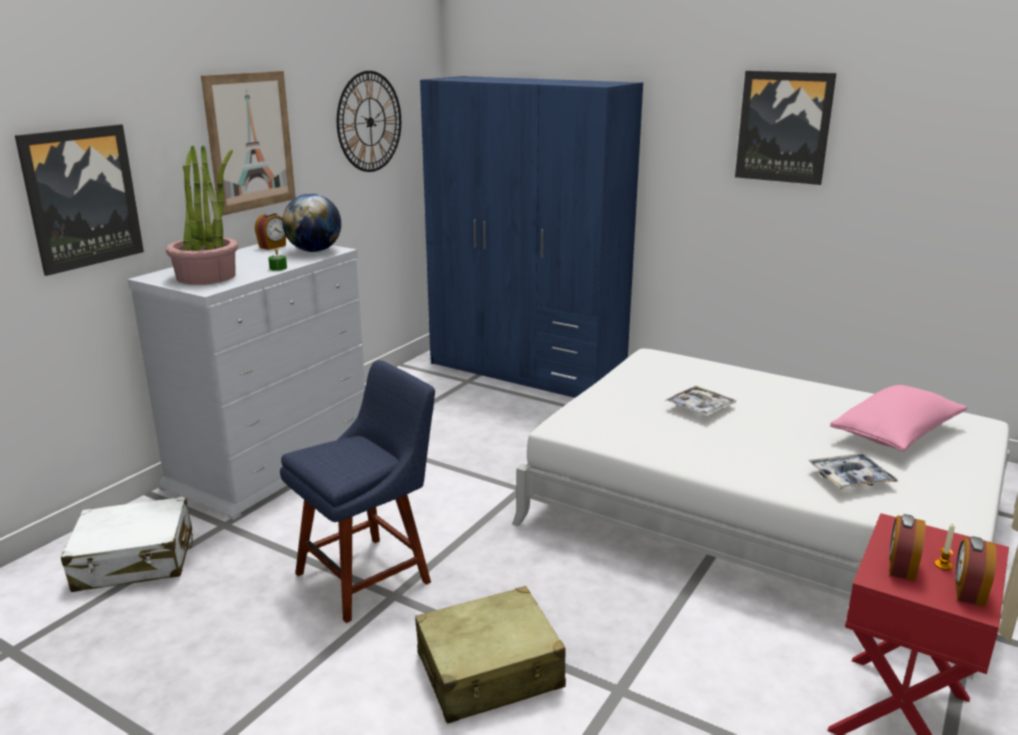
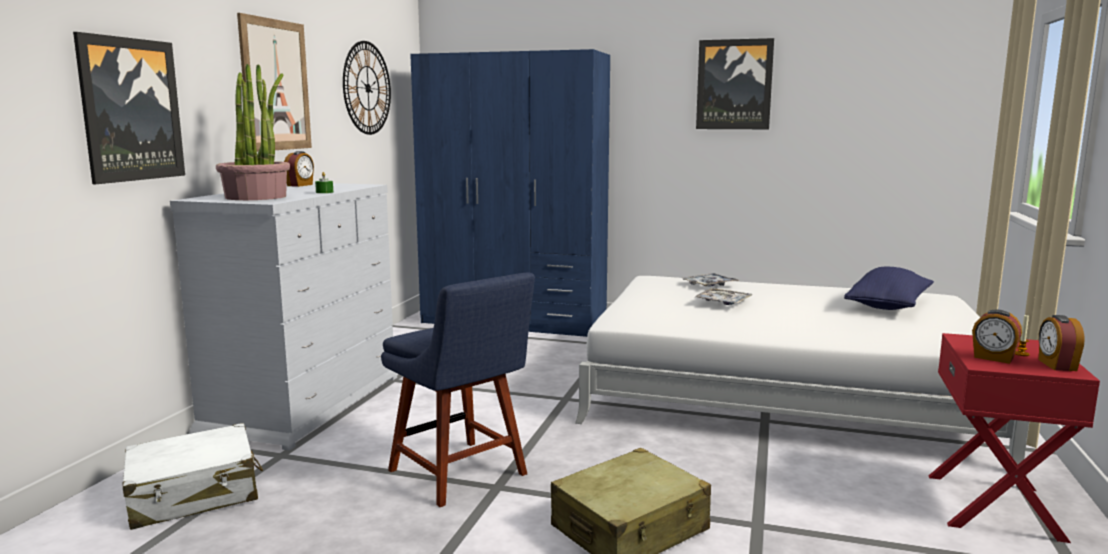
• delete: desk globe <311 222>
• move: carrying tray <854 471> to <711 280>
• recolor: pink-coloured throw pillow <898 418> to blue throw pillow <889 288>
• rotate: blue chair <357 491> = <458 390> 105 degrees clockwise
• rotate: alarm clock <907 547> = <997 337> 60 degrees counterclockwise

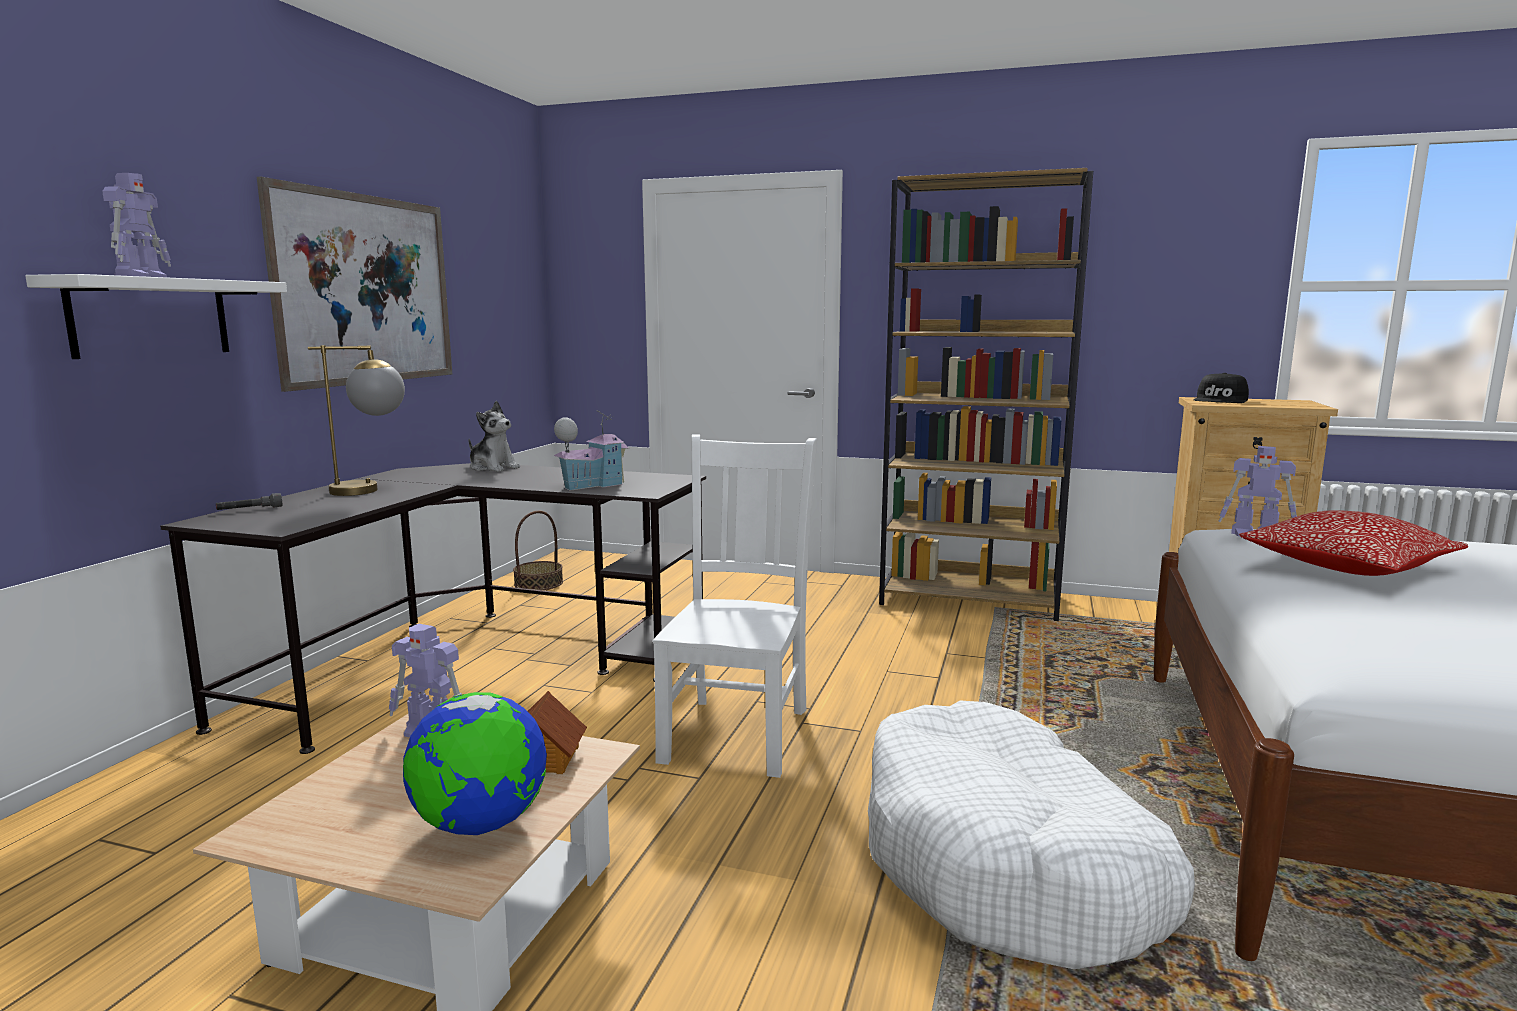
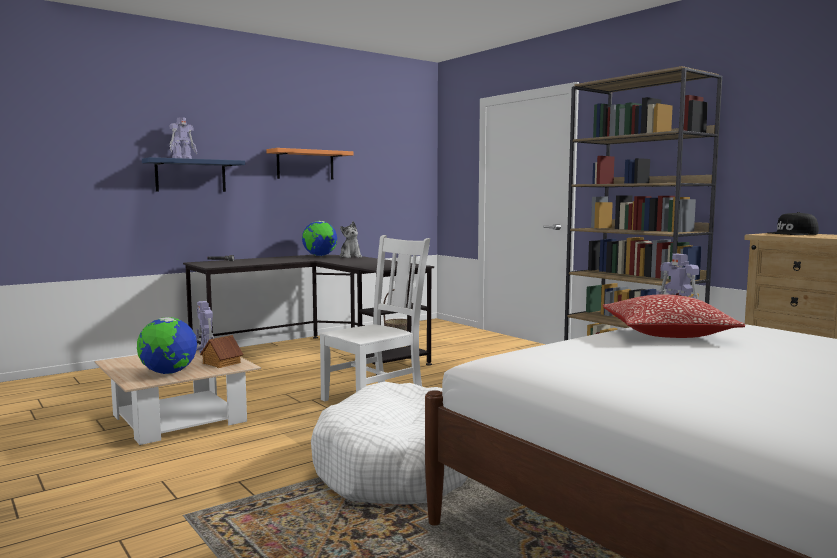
• delete: lamp for a table <356 420>
• delete: miniature house <591 450>
• insert: desk globe <319 238>
• replace: wall picture <354 284> to orange-coloured shelf <309 164>
• recolor: whitish shelf <156 316> to blue shelf <193 174>

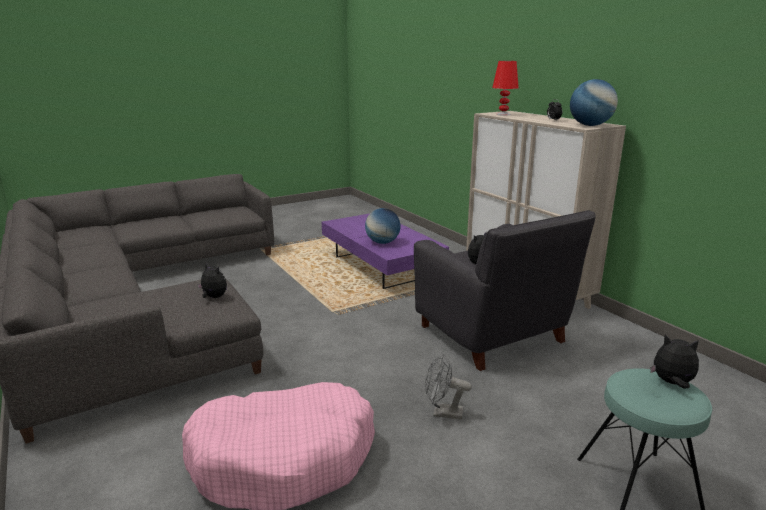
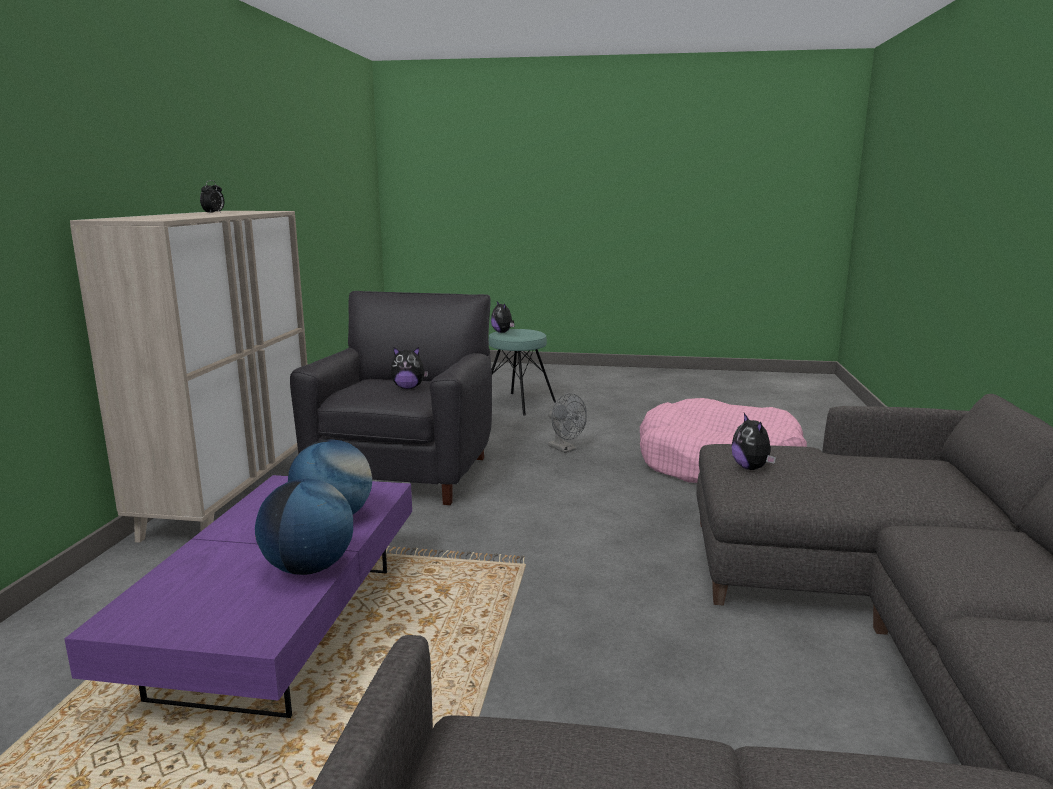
• delete: reddish lamp for a table <505 88>
• move: desk globe <594 102> to <304 527>

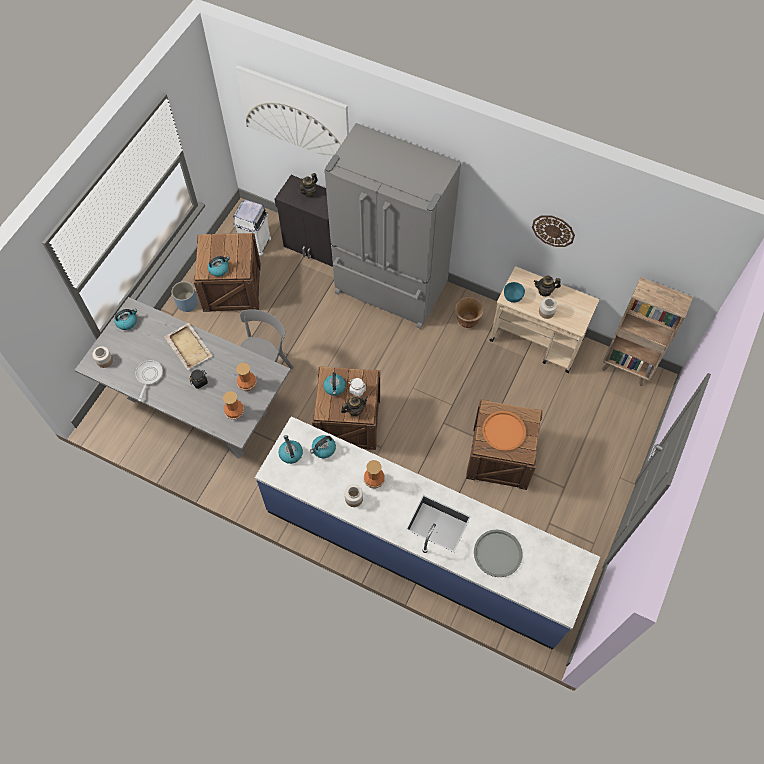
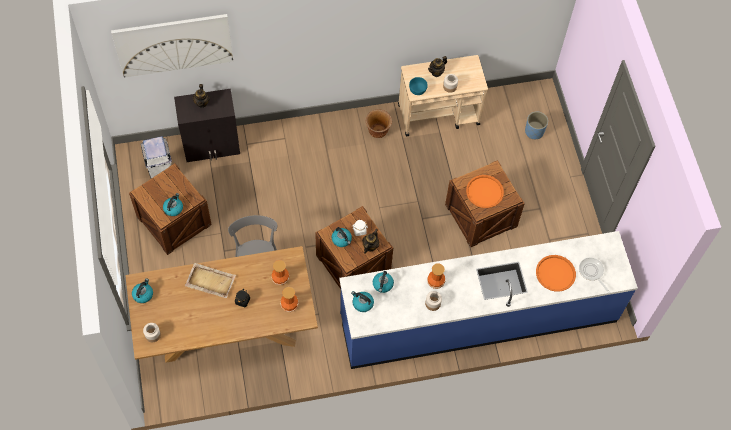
• delete: grey kitchen fridge <392 226>
• delete: hanging clock <553 231>
• delete: brown-coloured bookshelf <647 331>
• move: skillet <149 380> to <595 275>
• move: blue flower pot <185 296> to <536 125>
• recolor: grey dining table <183 378> to brown-coloured dining table <221 304>
• recolor: grey carrying tray <498 553> to orange-coloured carrying tray <556 273>

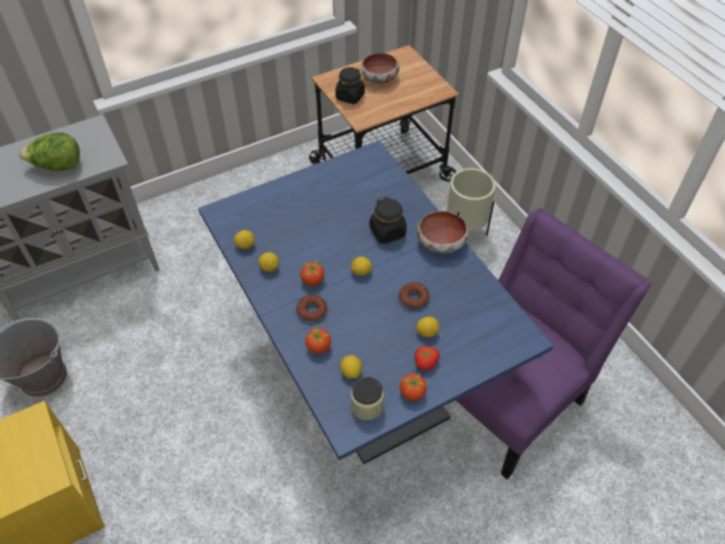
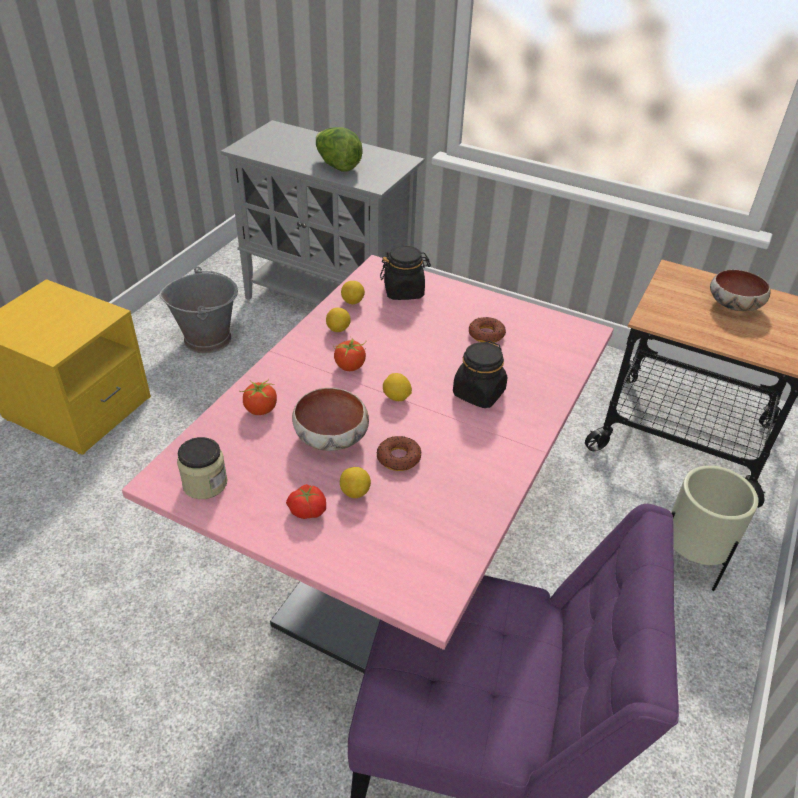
• delete: lemon <351 366>
• delete: tomato <414 386>
• move: ring doughnut <311 308> to <487 330>
• move: black-coloured jar <350 85> to <405 272>
• move: bowl <442 232> to <330 419>
• recolor: blue dining table <375 302> to pink-coloured dining table <368 464>

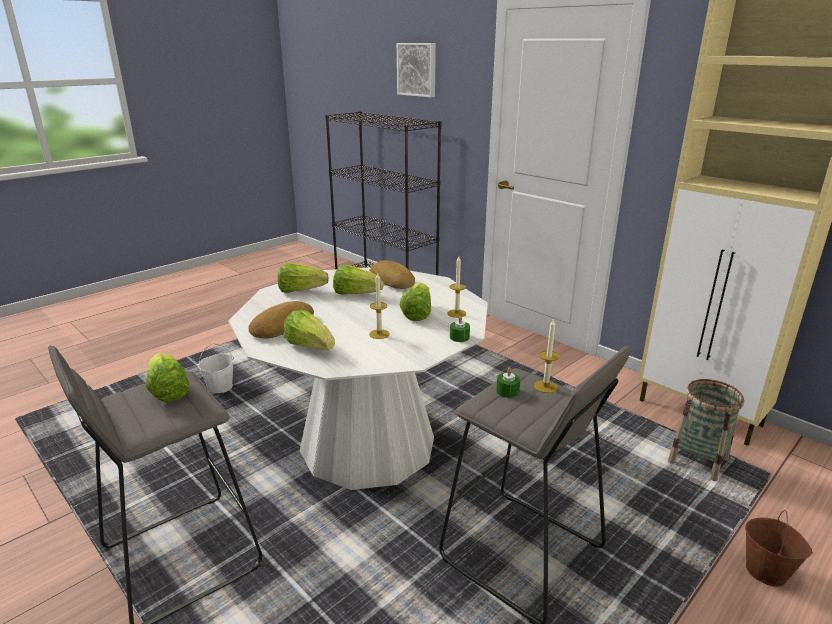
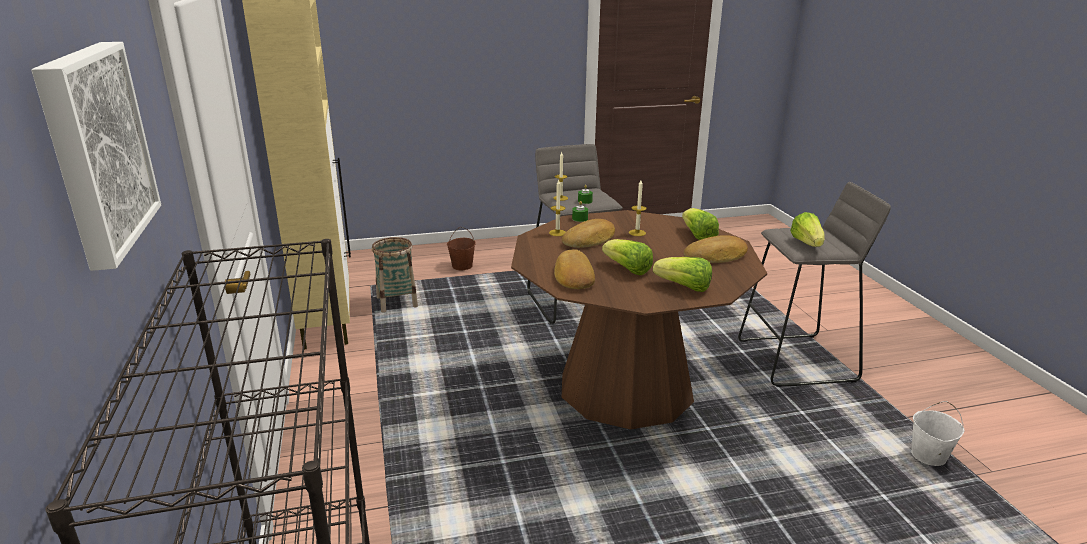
• move: whitish pail <216 368> to <937 433>
• replace: lettuce head <415 302> to bread <588 233>
• recolor: whitish dining table <358 378> to brown-coloured dining table <639 319>

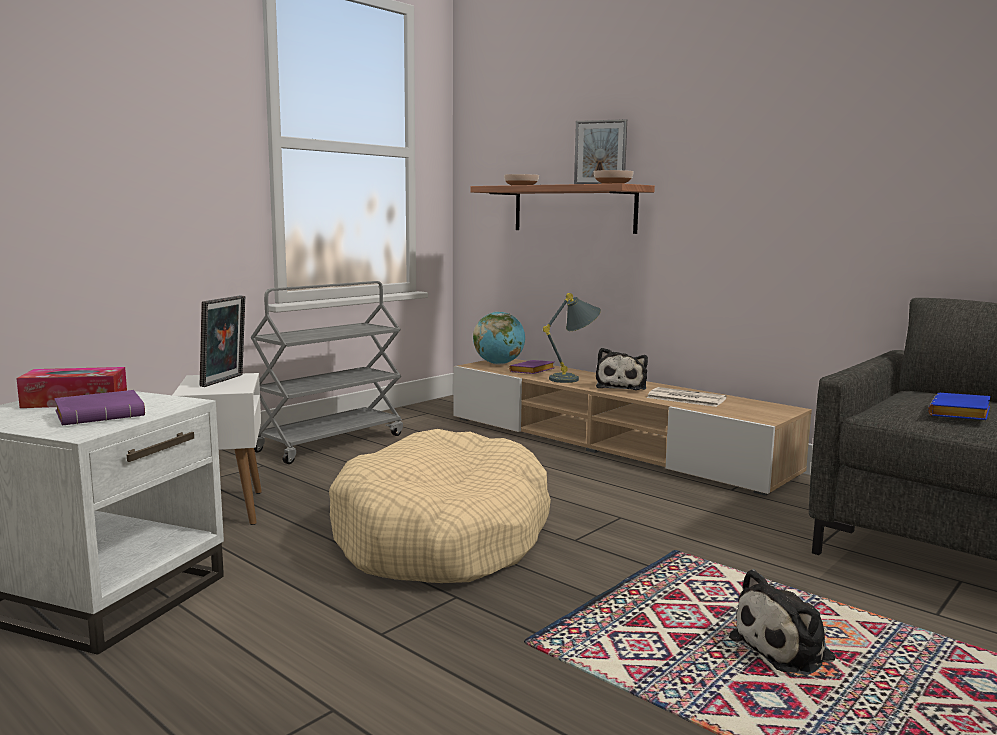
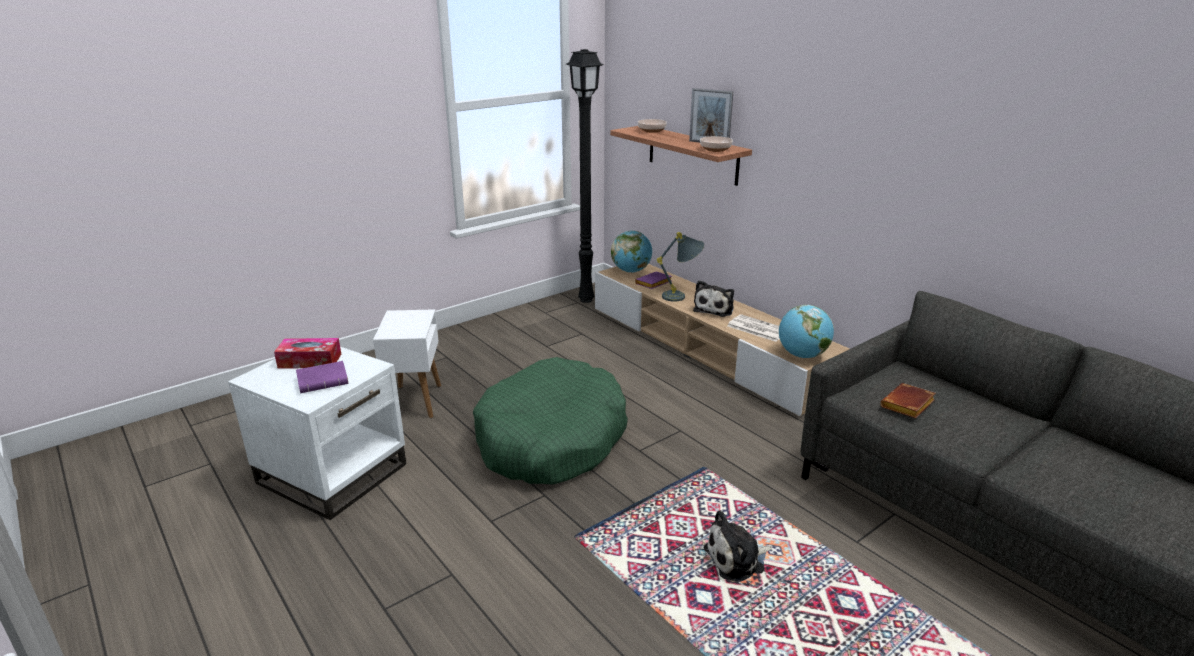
• delete: picture frame <222 341>
• delete: grey cart <326 372>
• insert: black-coloured floor lamp <585 176>
• insert: desk globe <806 331>
• recolor: sand-coloured pet bed <440 506> to greenish pet bed <550 420>
• recolor: blue bound book <959 406> to brown-coloured bound book <908 400>

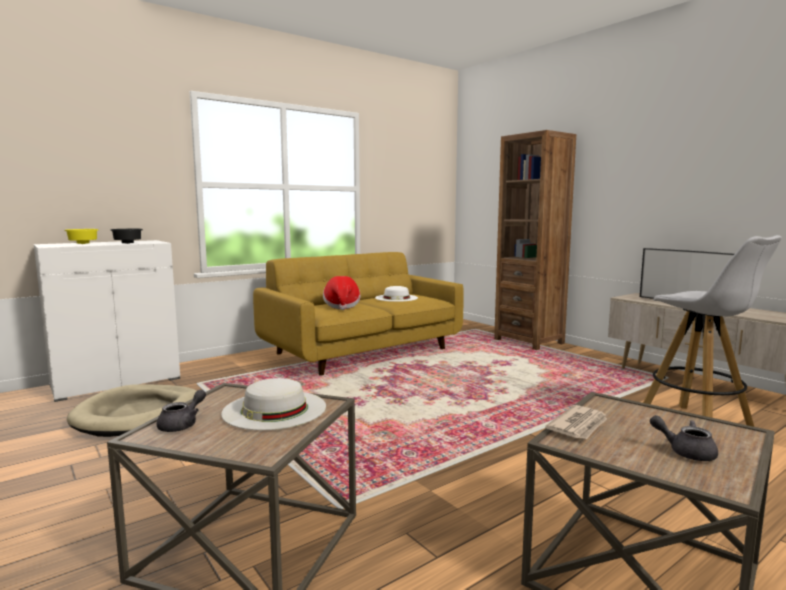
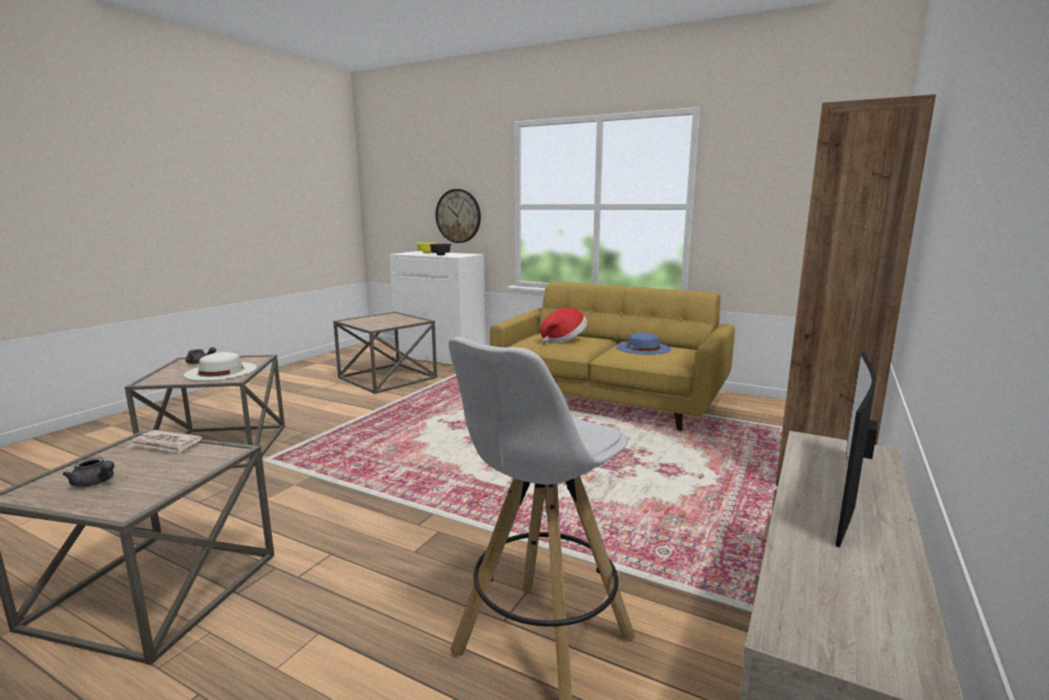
• insert: hanging clock <458 216>
• replace: sand-coloured pet bed <132 410> to brown-coloured accent table <385 353>
• recolor: whitish hat <396 294> to blue hat <643 344>
• rotate: grey teapot <684 438> = <88 472> 105 degrees clockwise

